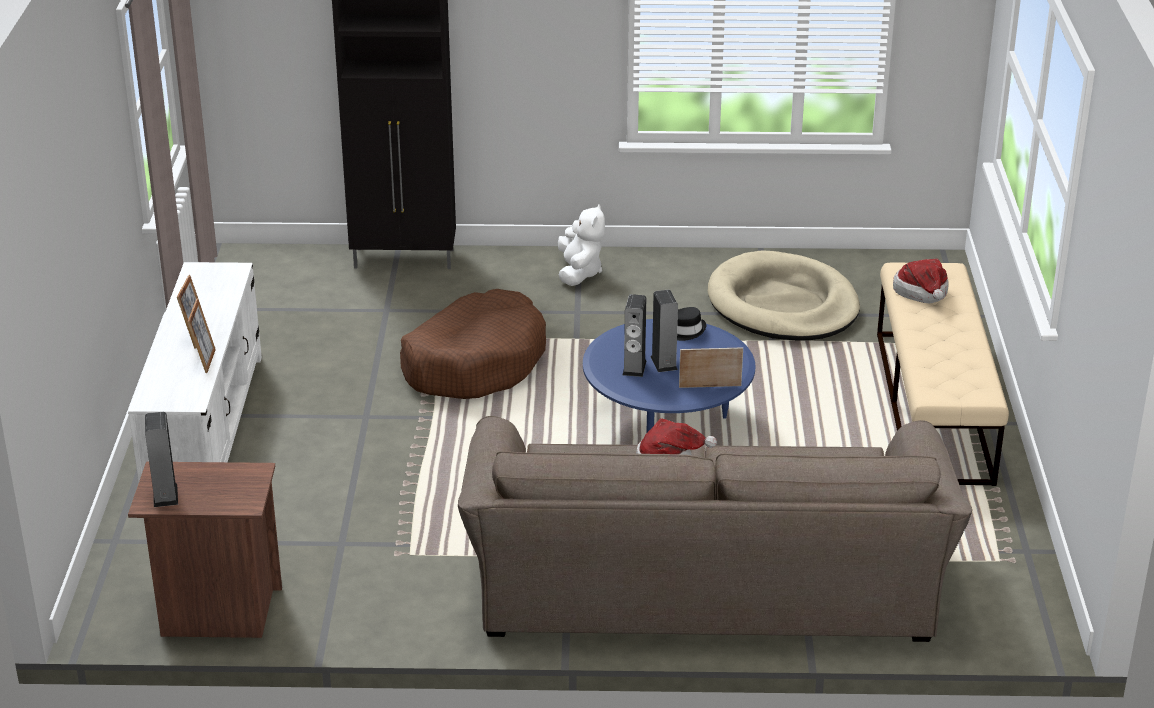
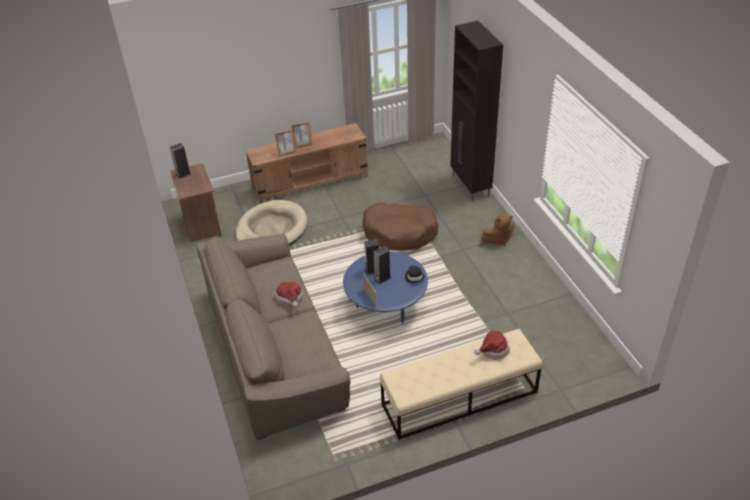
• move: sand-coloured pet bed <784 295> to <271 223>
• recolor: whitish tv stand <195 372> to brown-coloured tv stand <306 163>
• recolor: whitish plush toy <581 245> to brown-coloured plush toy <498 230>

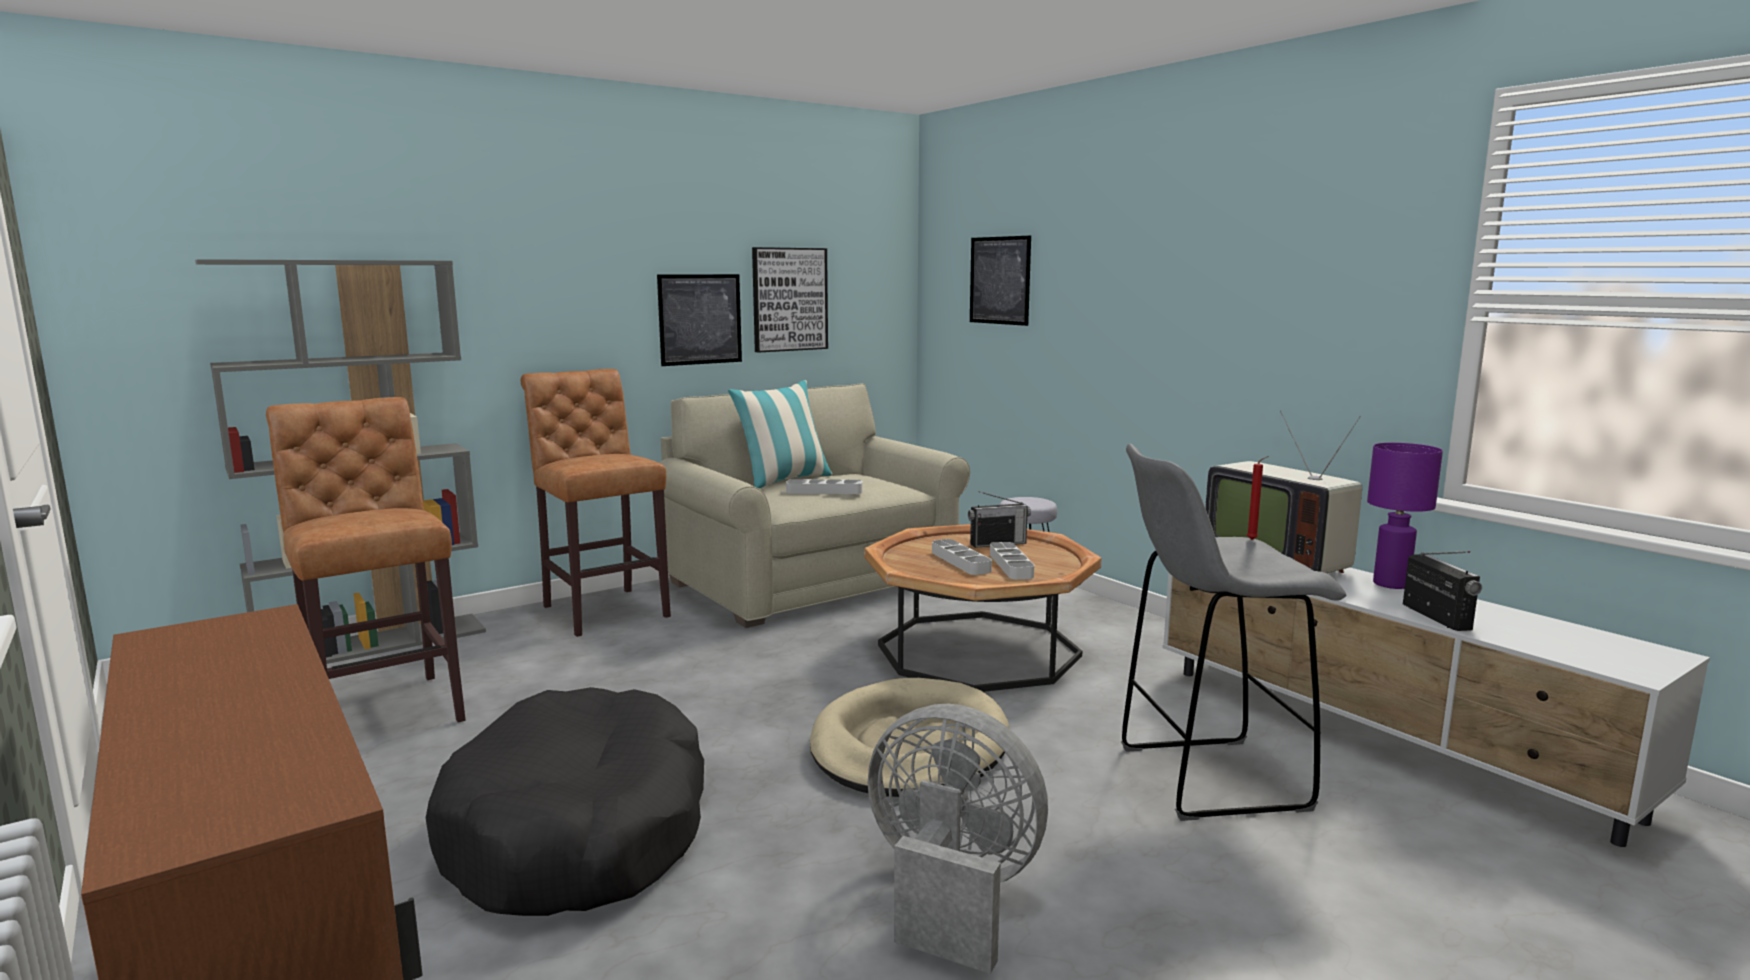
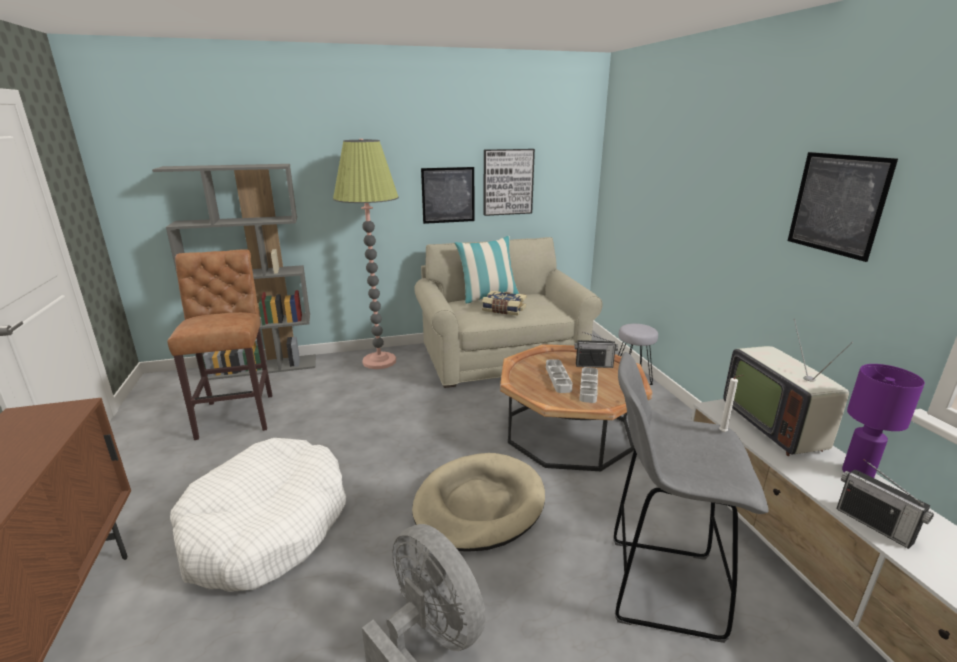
• move: wall picture <1000 281> to <843 207>
• replace: brown-coloured sitting stool <596 503> to floor lamp <366 254>
• replace: grey carrying tray <824 486> to bound book <504 303>
• recolor: black-coloured pet bed <565 801> to whitish pet bed <258 515>
• recolor: reddish wax light <1258 498> to whitish wax light <731 403>
• rotate: radio set <1442 591> = <885 504> 135 degrees clockwise

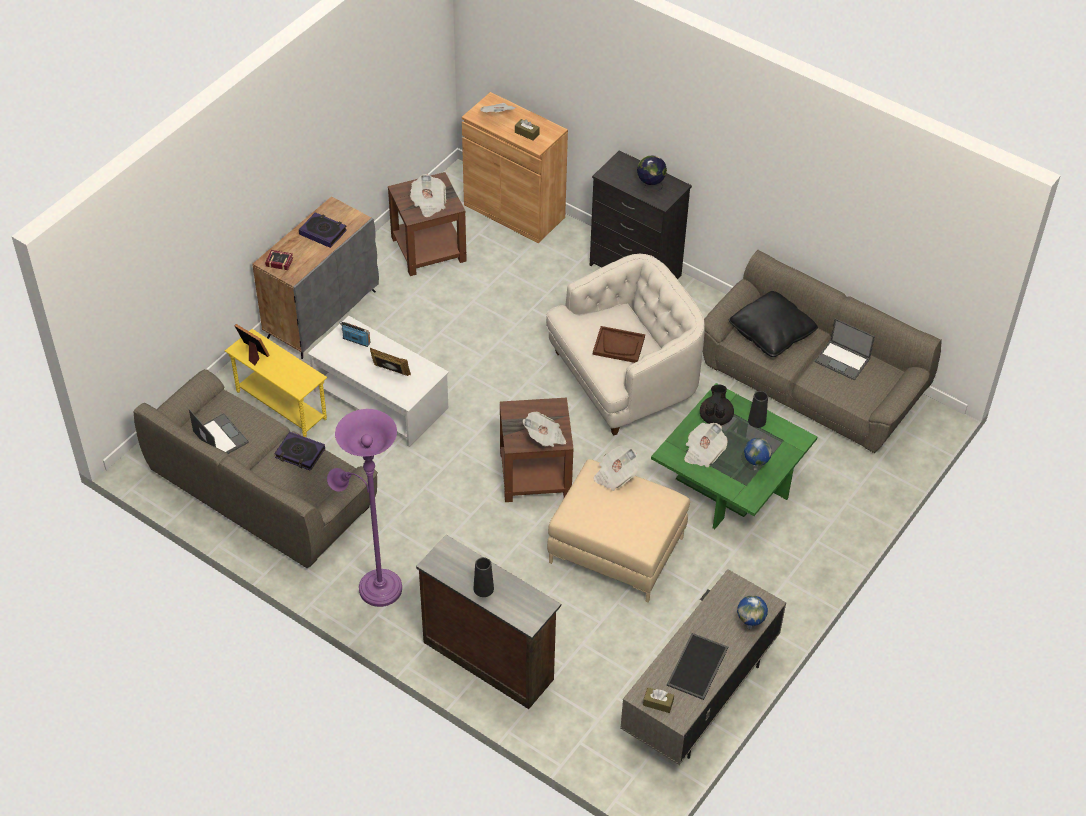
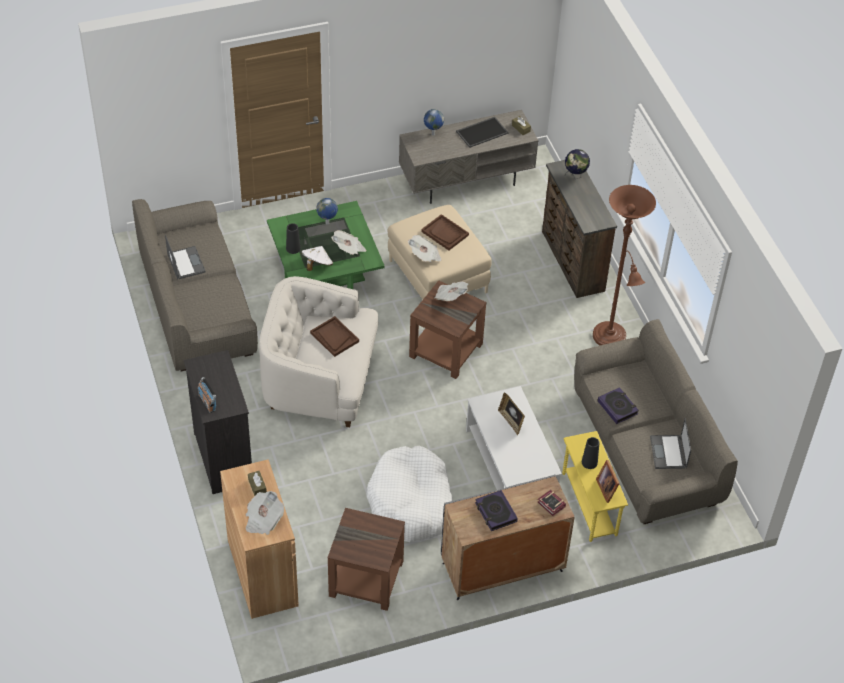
• delete: daily paper <428 195>
• delete: black-coloured throw pillow <773 324>
• insert: whitish pet bed <409 494>
• insert: brown-coloured carrying tray <445 232>
• move: radio set <355 334> to <207 395>
• move: black-coloured decorative vase <484 577> to <590 453>
• move: desk globe <652 173> to <577 164>
• replace: black-coloured teapot <717 405> to whitish hat <317 258>
• recolor: purple floor lamp <364 508> to brown-coloured floor lamp <624 265>

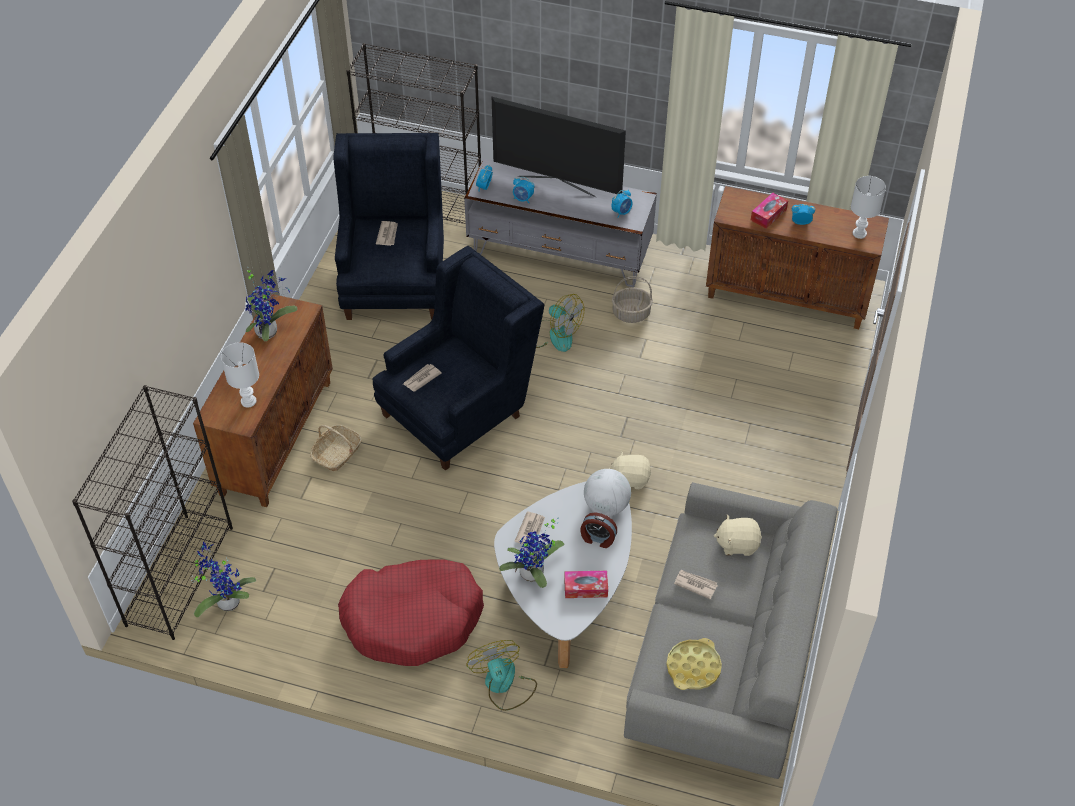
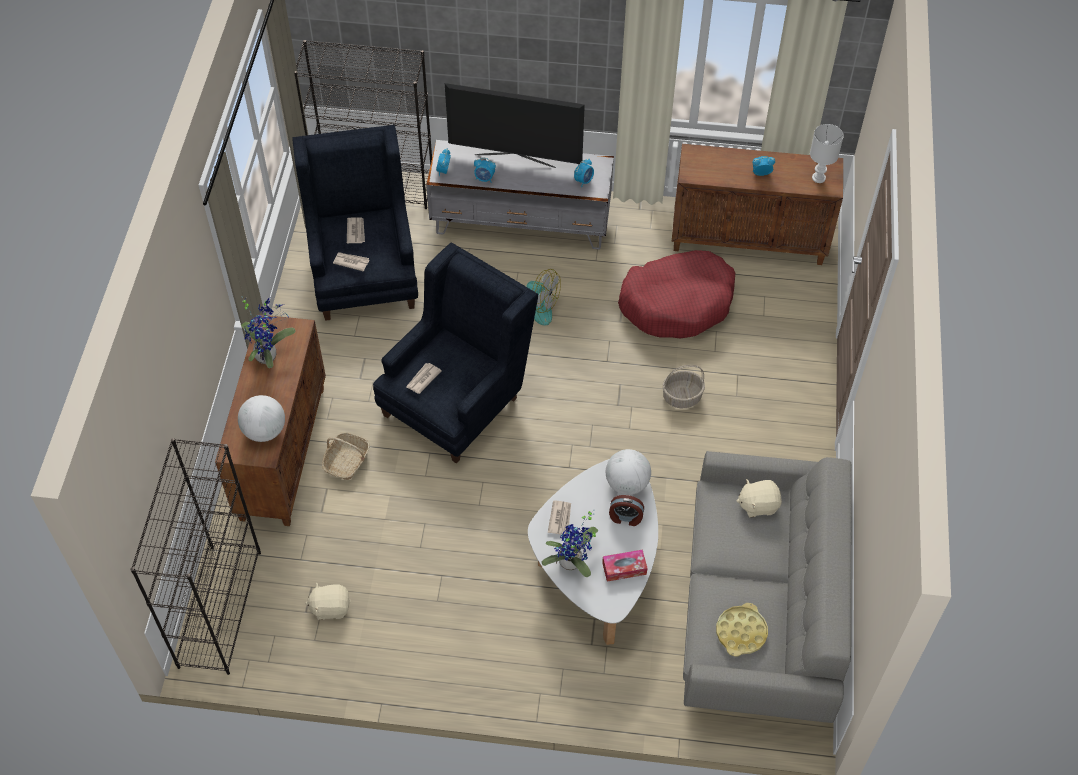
• delete: plant in a pot <223 579>
• delete: cooling fan <502 675>
• delete: tissue box <769 210>
• move: reddish pet bed <411 612> to <676 294>
• move: sand-coloured plush toy <630 470> to <328 601>
• move: basket <632 299> to <684 386>
• move: daily paper <696 584> to <351 262>
• replace: whitish lamp for a table <240 374> to desk globe <261 418>

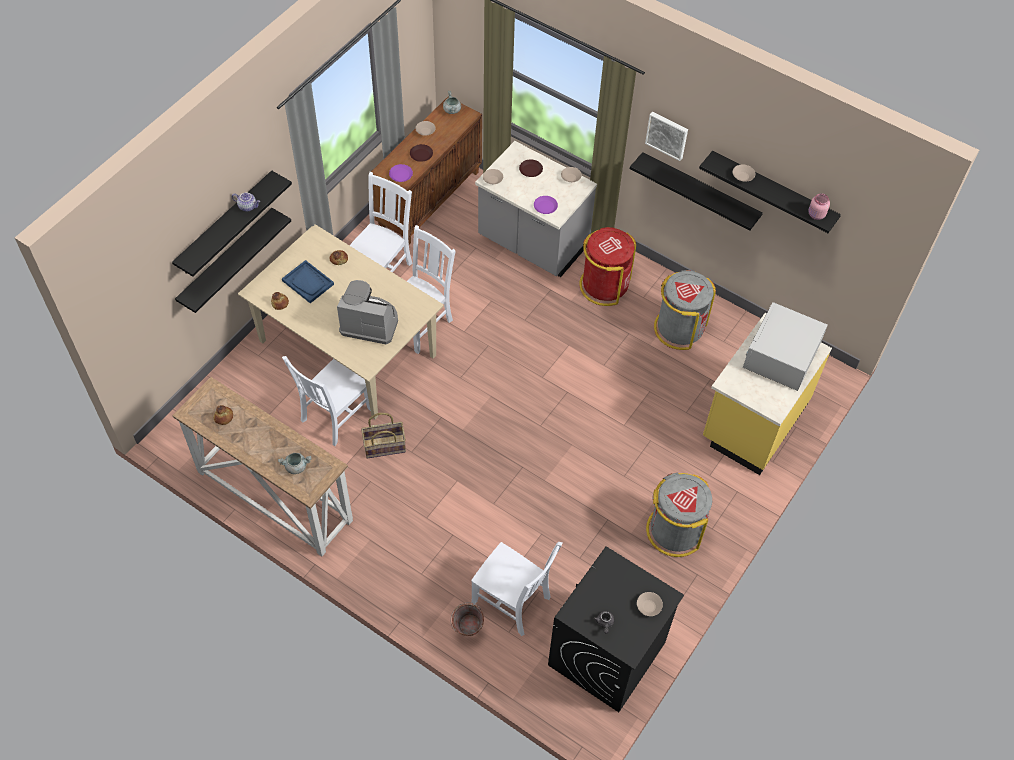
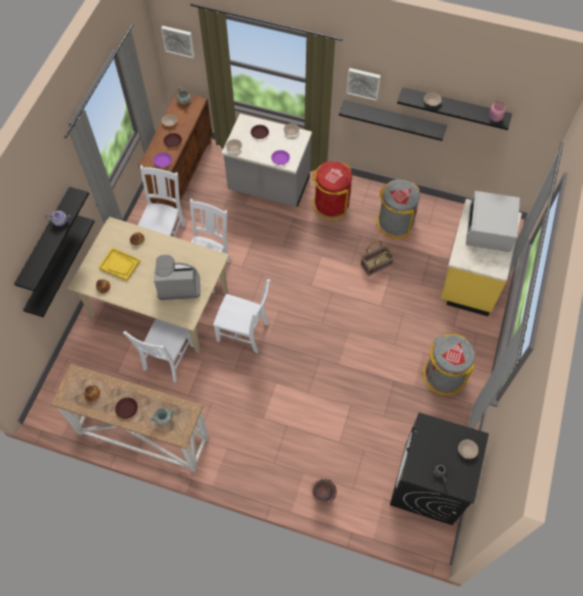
• insert: brown-coloured flat dish <126 408>
• insert: wall picture <178 42>
• move: basket <383 436> to <378 258>
• move: whitish chair <516 589> to <241 316>
• recolor: blue carrying tray <308 281> to yellow-coloured carrying tray <119 264>

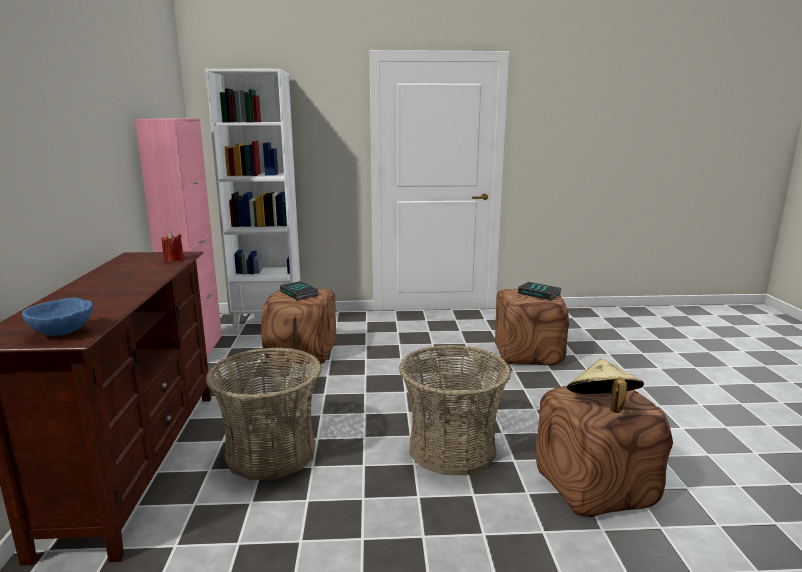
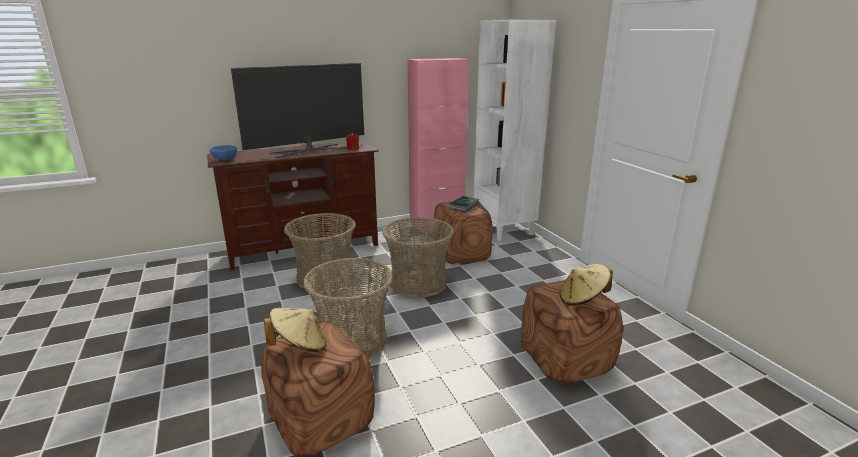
• insert: TV set <297 110>
• insert: basket <418 257>
• replace: bound book <539 291> to sand-coloured hat <586 285>

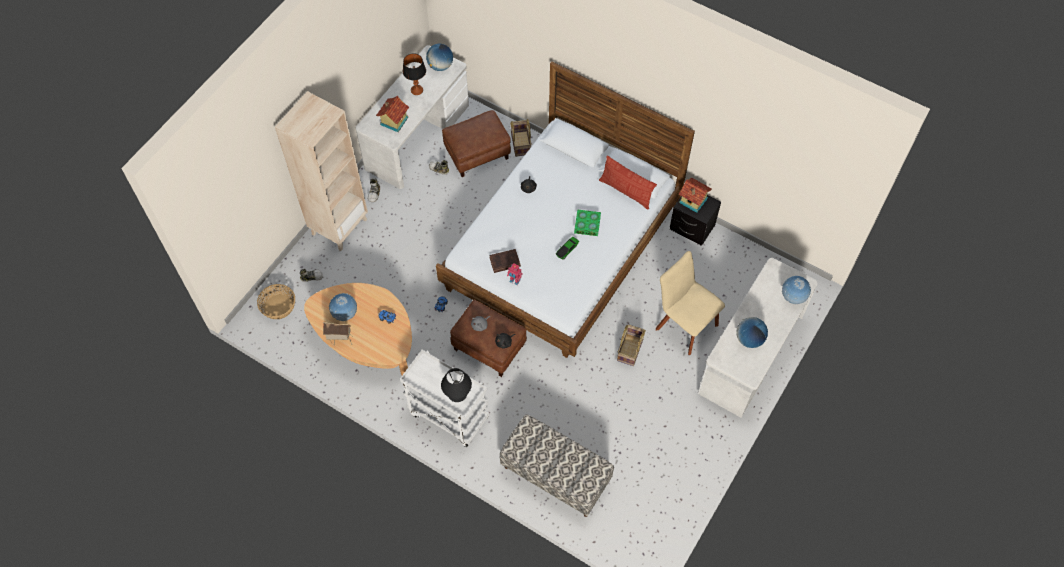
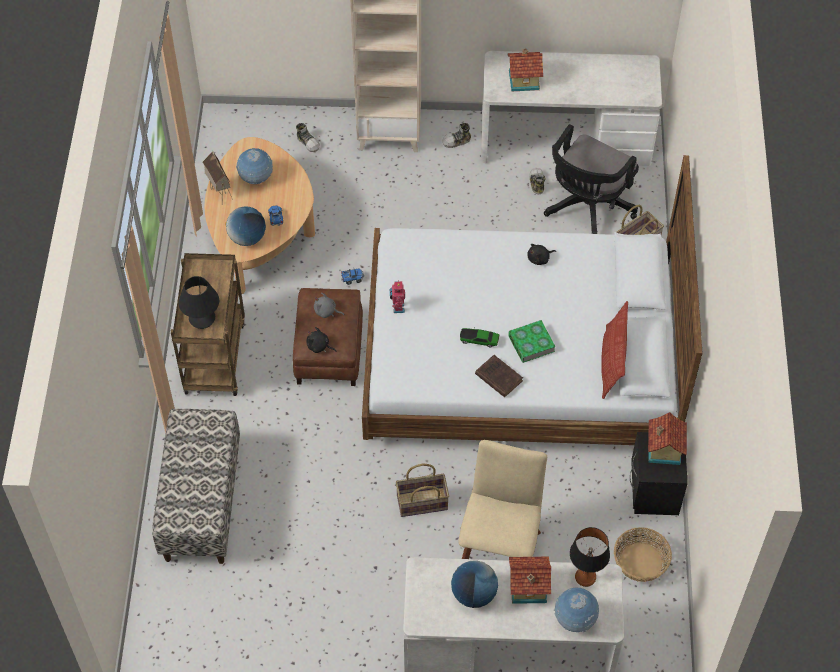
• insert: miniature house <530 580>
• move: basket <276 301> to <643 554>
• move: lamp for a table <414 74> to <590 557>
• move: desk globe <439 57> to <245 226>
• move: brown-coloured bound book <505 261> to <499 376>
• replace: brown-coloured footrest <476 143> to black-coloured desk chair <591 179>
• recolor: whitish cart <444 398> to brown-coloured cart <208 324>

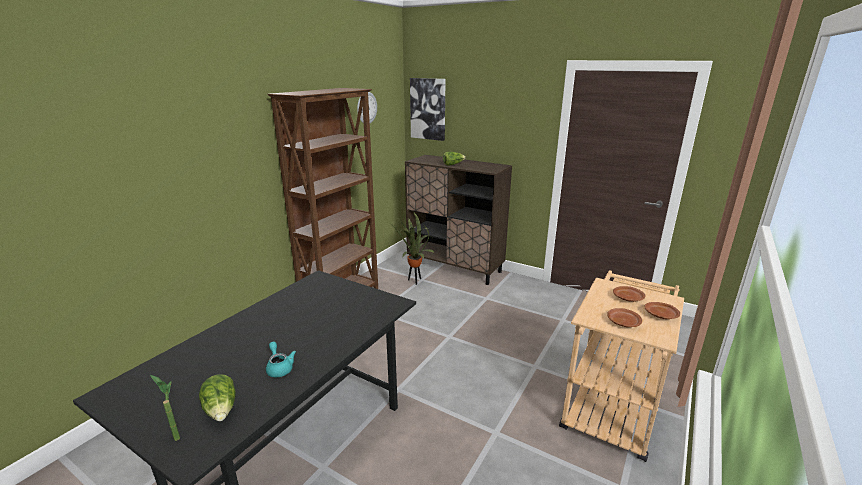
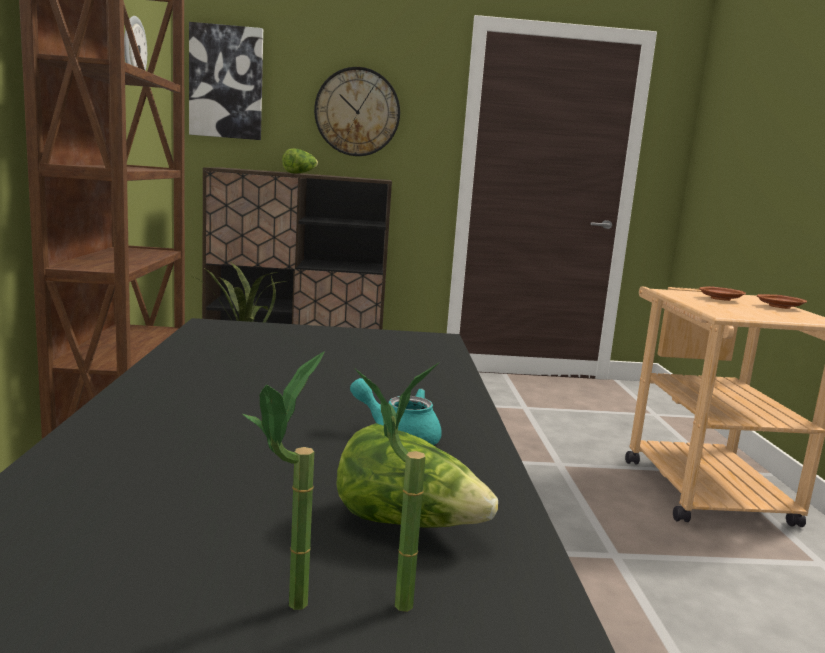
• delete: brown-coloured flat dish <624 317>
• insert: plant in a pot <283 481>
• insert: hanging clock <357 111>

